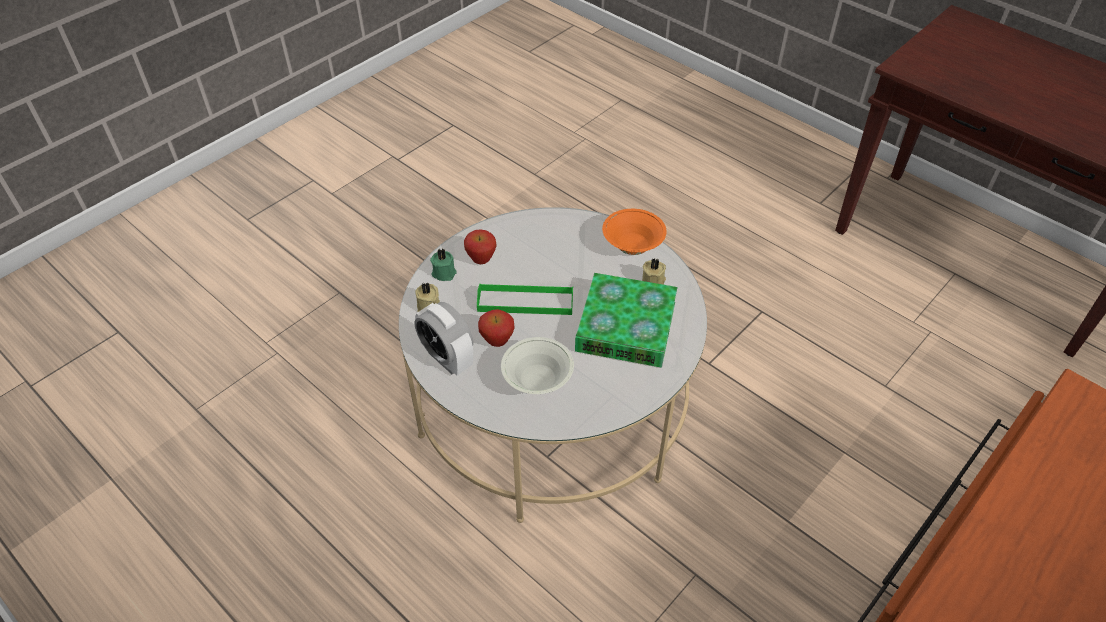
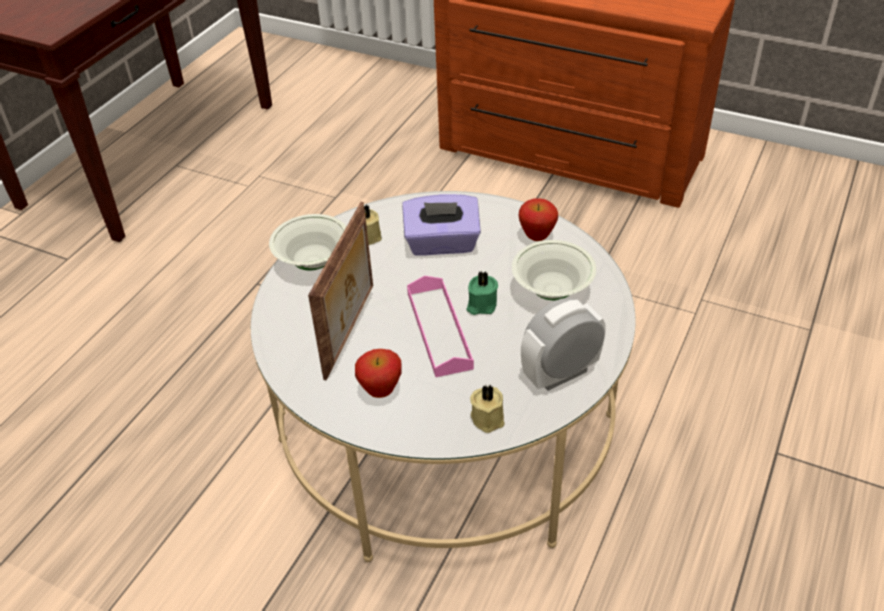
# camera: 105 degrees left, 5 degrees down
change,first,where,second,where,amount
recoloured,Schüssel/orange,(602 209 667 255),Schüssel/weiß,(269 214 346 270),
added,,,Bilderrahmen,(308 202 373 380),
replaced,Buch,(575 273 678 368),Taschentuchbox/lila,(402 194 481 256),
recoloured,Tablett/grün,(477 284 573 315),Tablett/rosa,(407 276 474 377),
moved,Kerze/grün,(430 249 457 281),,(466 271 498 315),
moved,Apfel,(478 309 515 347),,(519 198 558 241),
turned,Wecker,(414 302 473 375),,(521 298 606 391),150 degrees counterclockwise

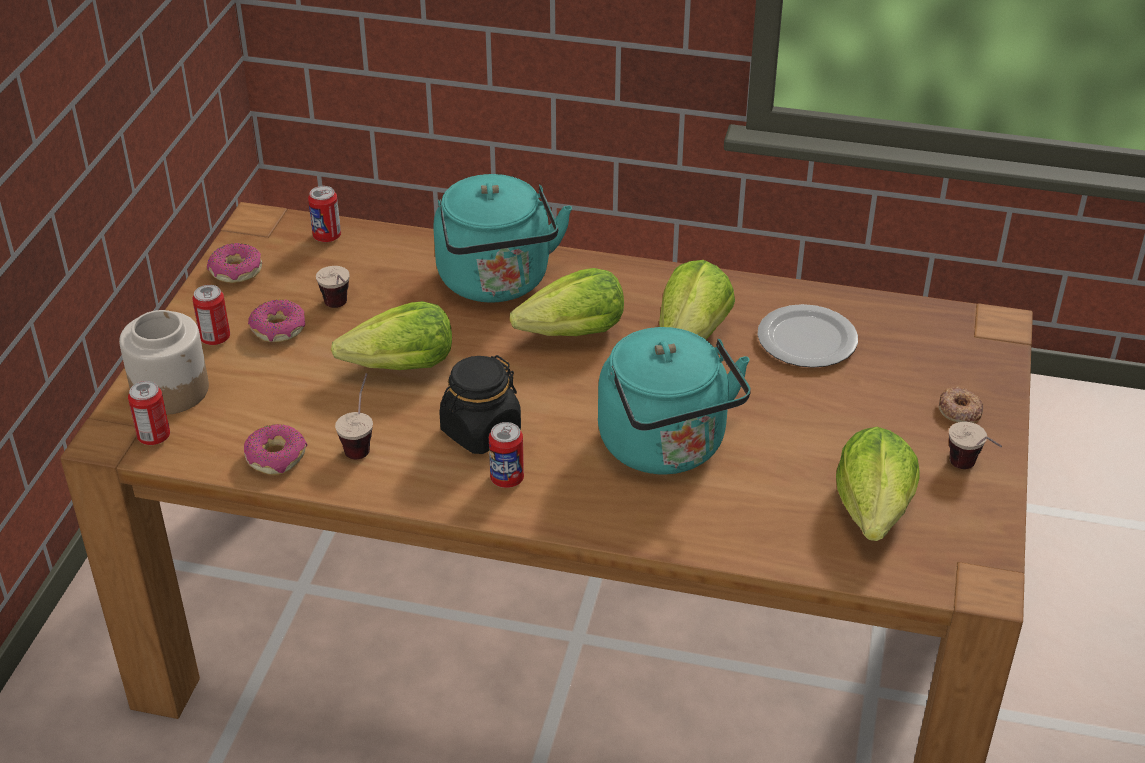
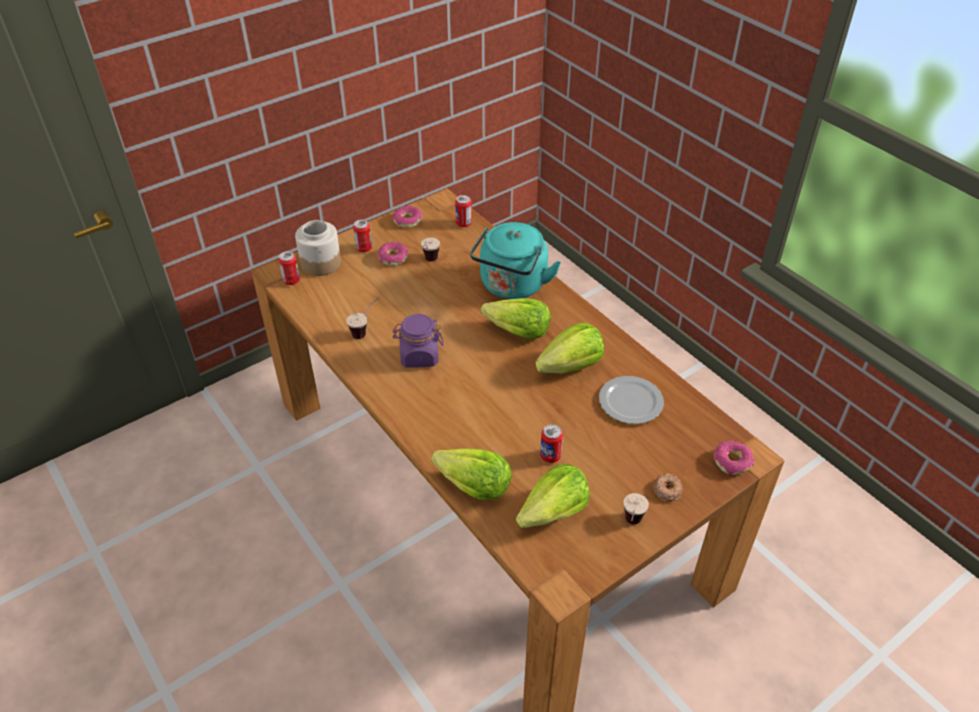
# camera: 40 degrees right, 5 degrees up
change,first,where,second,where,amount
recoloured,Vorratsglas/schwarz,(439 355 521 454),Vorratsglas/lila,(393 314 443 368),
moved,Salatkopf,(331 301 452 370),,(431 449 512 500),
moved,Dose,(489 422 524 488),,(540 424 563 463),
moved,Donut,(244 424 307 475),,(714 441 754 475),
removed,Wasserkessel/türkis,(598 327 751 474),,,

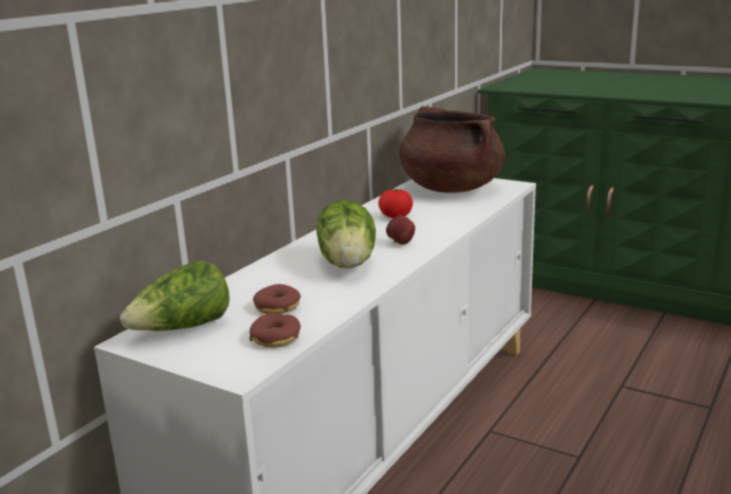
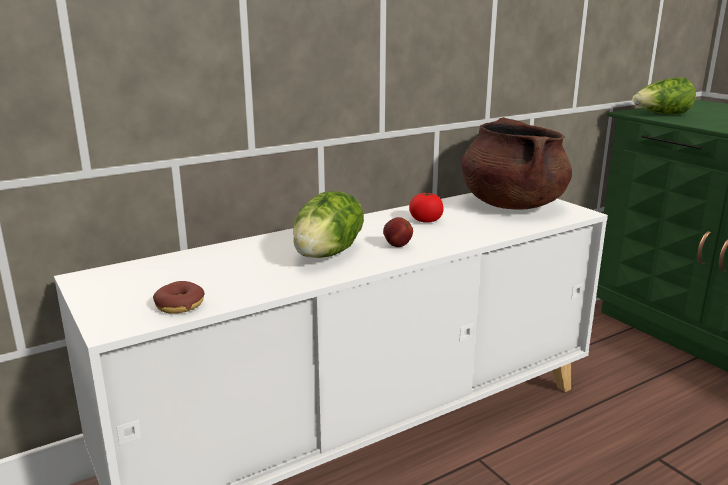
# camera: 25 degrees right, 0 degrees up
change,first,where,second,where,amount
moved,Salatkopf,(120 261 230 331),,(632 77 696 114),
removed,Donut,(253 284 301 314),,,

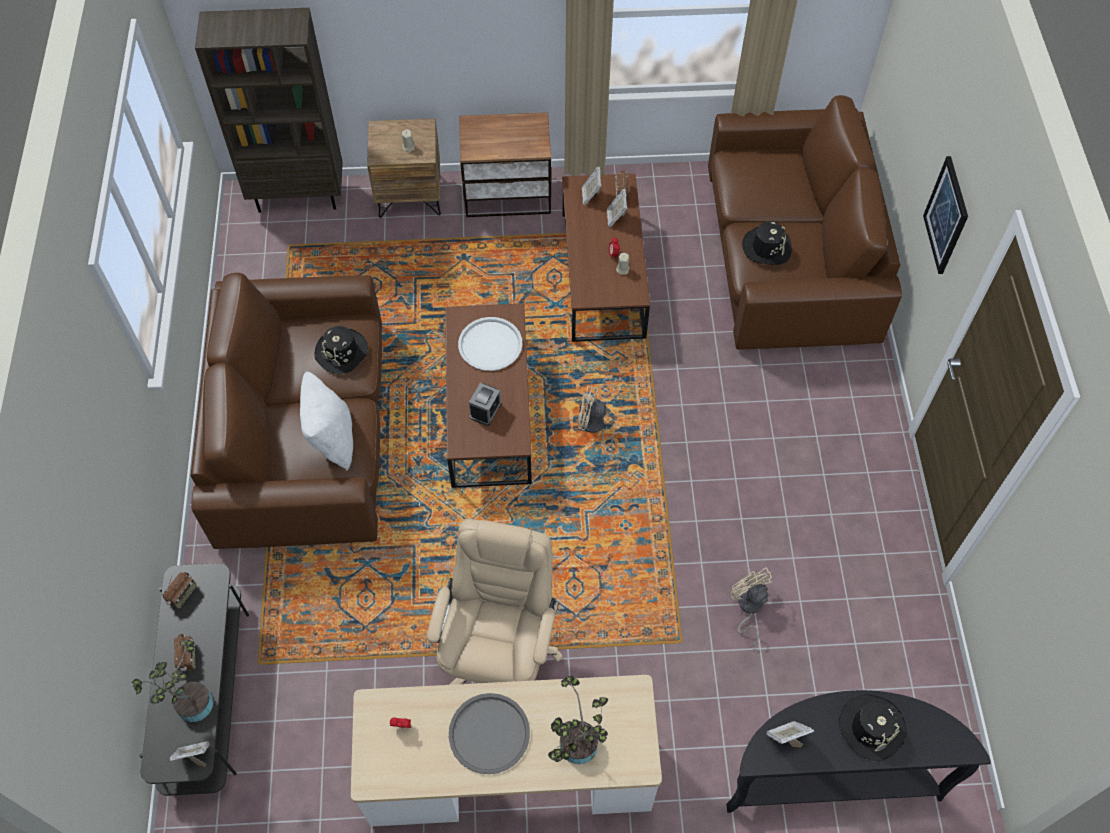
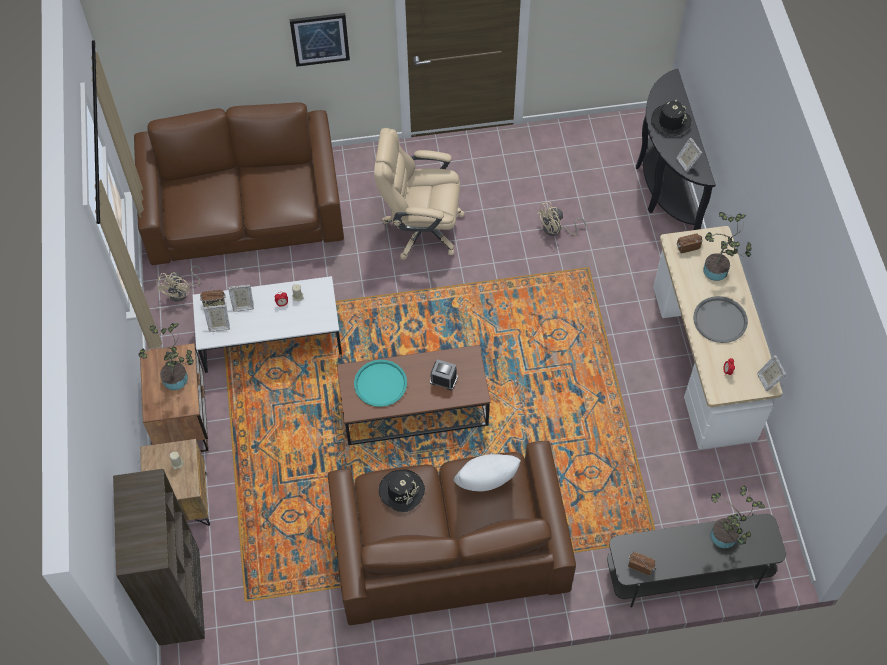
# camera: 95 degrees left, 0 degrees up
change,first,where,second,where,amount
added,,,Topfpflanze,(138 323 194 390),
moved,Ventilator/beige,(577 386 628 450),,(156 266 202 302),
recoloured,Couchtisch/braun,(562 174 650 342),Couchtisch/weiß,(193 276 342 373),
recoloured,Tablett/weiß,(458 317 523 371),Tablett/türkis,(354 360 407 407),
moved,Bürostuhl/beige,(427 519 563 685),,(374 128 465 260),
moved,Radio,(172 634 195 672),,(677 233 702 254),
moved,Bilderrahmen,(170 741 210 767),,(757 355 786 391),
removed,Hut/schwarz,(742 221 792 265),,,

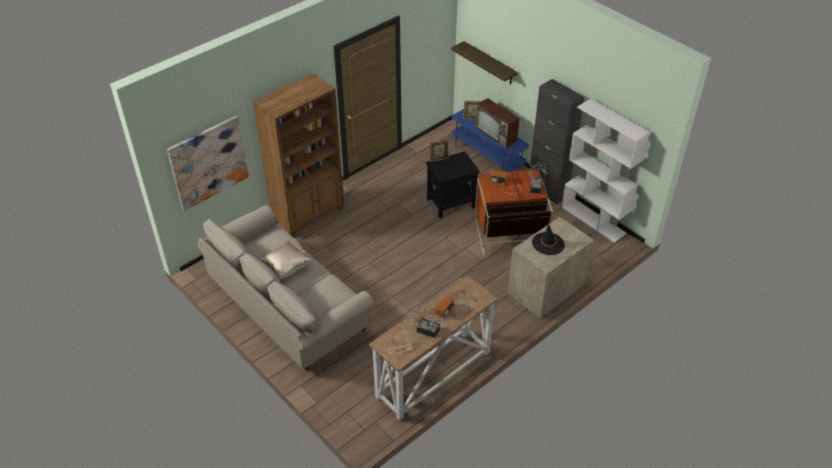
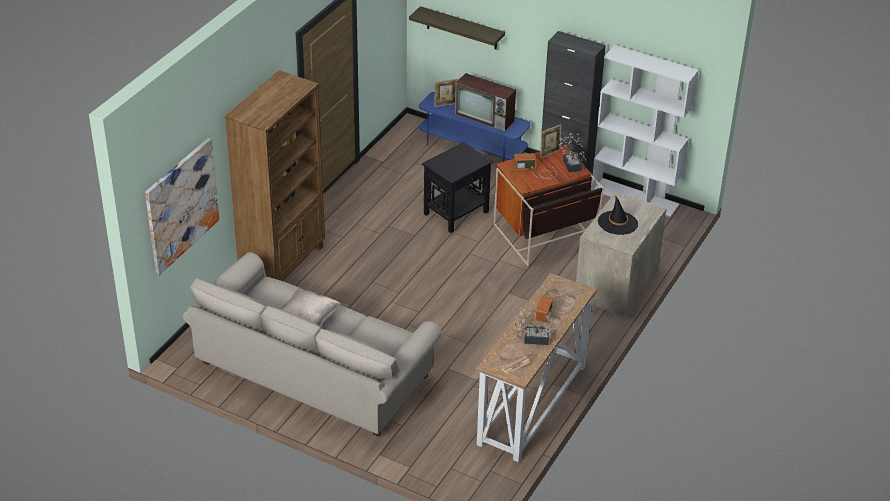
# camera: 20 degrees left, 5 degrees down
change,first,where,second,where,amount
moved,Bilderrahmen,(430 139 449 162),,(540 124 561 158),

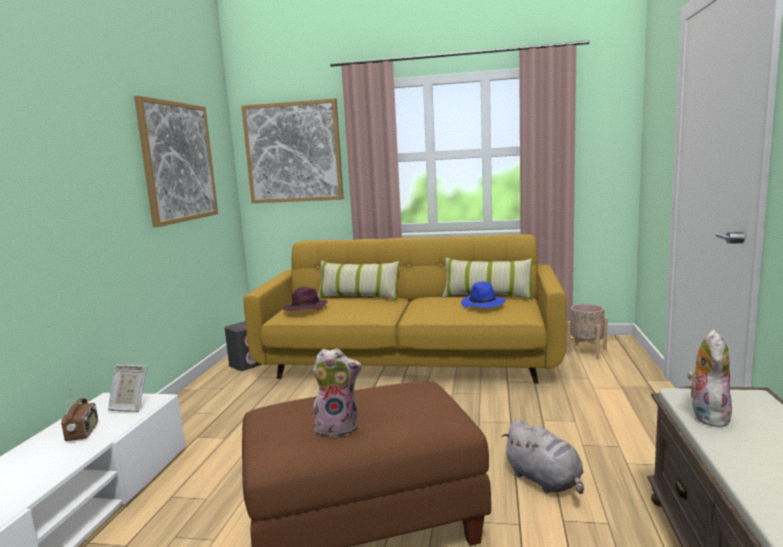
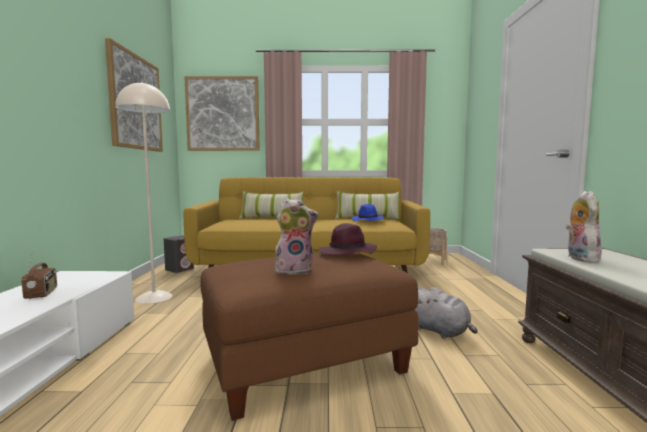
# camera: 10 degrees left, 5 degrees down
change,first,where,second,where,amount
added,,,Stehlampe/beige,(115 82 173 304),
moved,Hut/lila,(283 287 328 311),,(318 223 377 255),
removed,Bilderrahmen,(108 364 147 412),,,

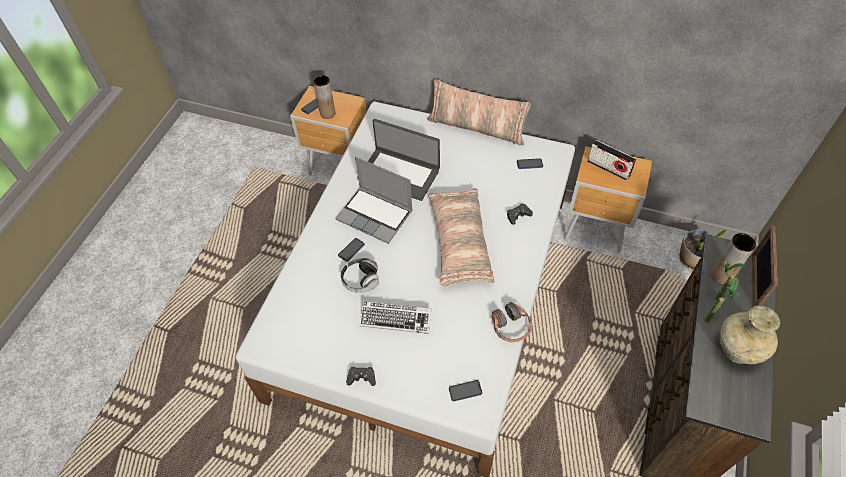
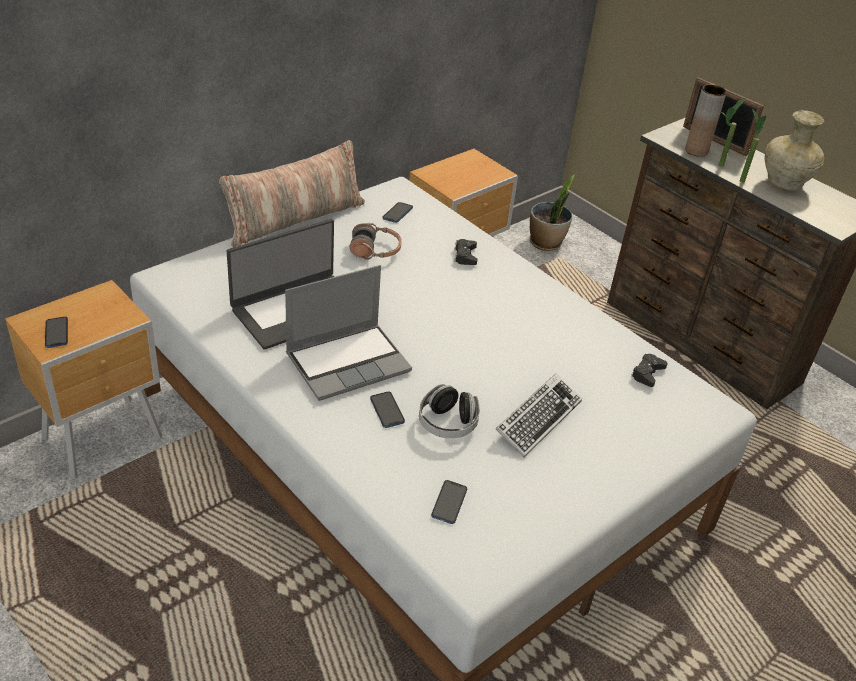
# camera: 65 degrees left, 15 degrees down
change,first,where,second,where,amount
moved,Kopfhörer,(491 302 532 342),,(350 223 402 260),
moved,Handy,(449 380 482 401),,(431 480 467 524),
moved,Gamepad/schwarz,(346 367 376 386),,(631 354 668 387),
removed,Vase/braun,(313 75 335 119),,,
removed,Kissen,(429 188 495 287),,,
removed,Radio,(587 140 636 181),,,

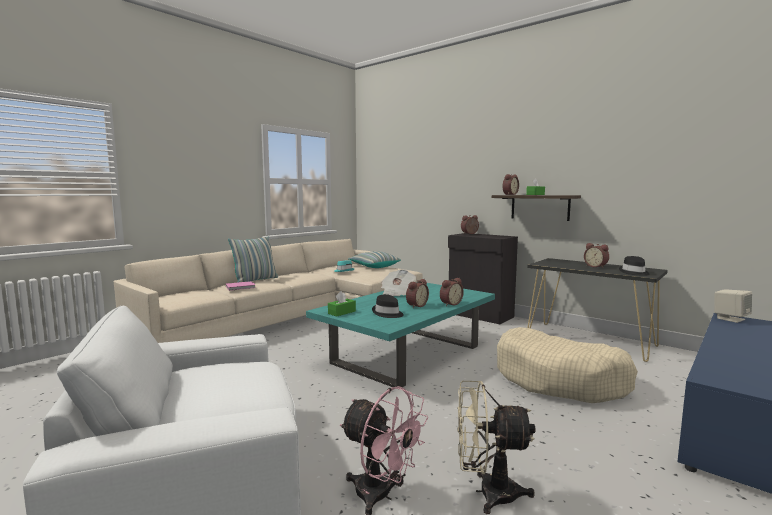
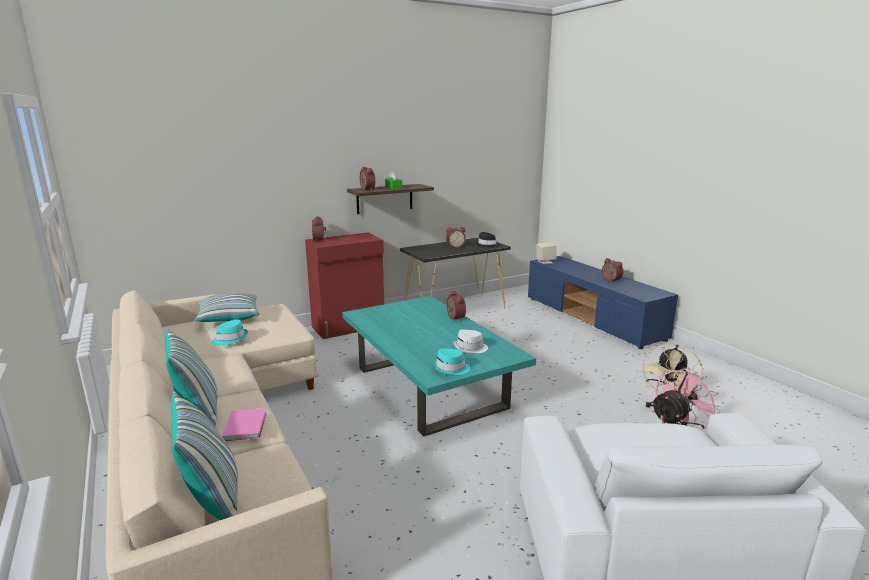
# camera: 70 degrees left, 10 degrees up
change,first,where,second,where,amount
added,,,Kissen,(171 391 238 520),
recoloured,Schrank/schwarz,(448 233 518 324),Schrank/rot,(305 233 384 339),
replaced,Taschentuchbox/grün,(328 291 356 316),Hut/türkis,(432 349 470 375),
recoloured,Hut/schwarz,(372 294 404 318),Hut/weiß,(453 330 488 354),
moved,Wecker,(406 279 429 308),,(602 258 623 283),
removed,Zeitung,(381 269 417 296),,,
removed,Hundebett/beige,(497 327 638 403),,,

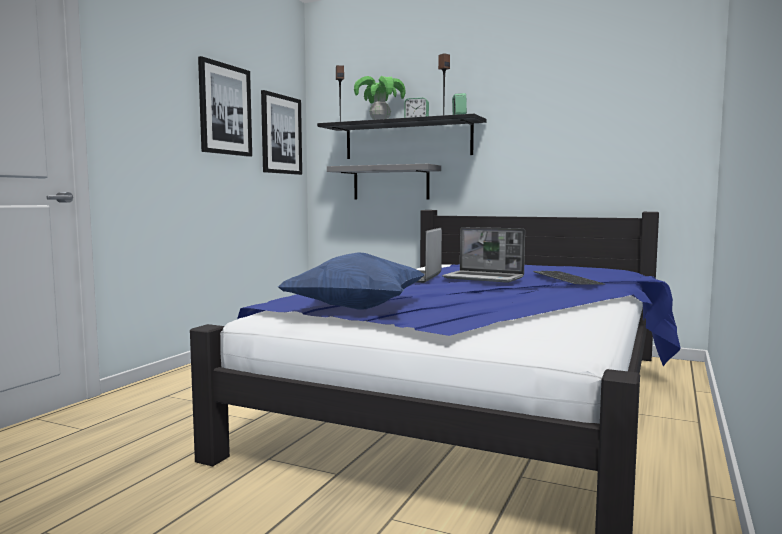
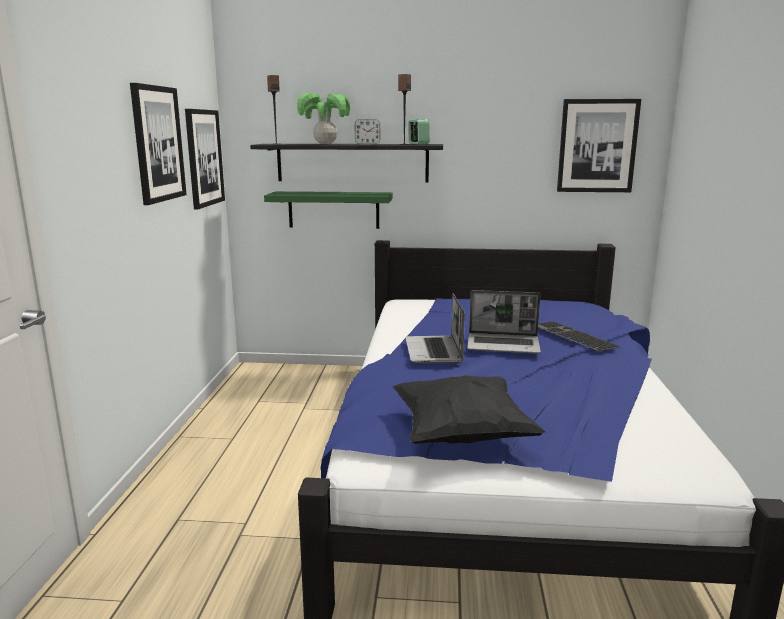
# camera: 20 degrees left, 10 degrees up
change,first,where,second,where,amount
recoloured,Wandregal/grau,(327 164 441 200),Wandregal/grün,(264 191 393 229),
recoloured,Kissen/blau,(278 252 425 310),Kissen/schwarz,(392 375 546 444),
added,,,Bild,(557 99 641 192),

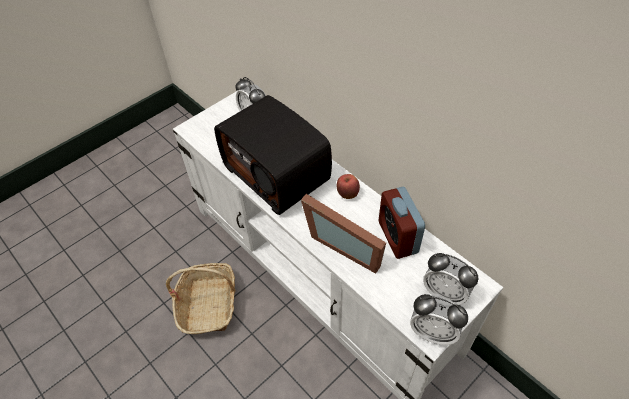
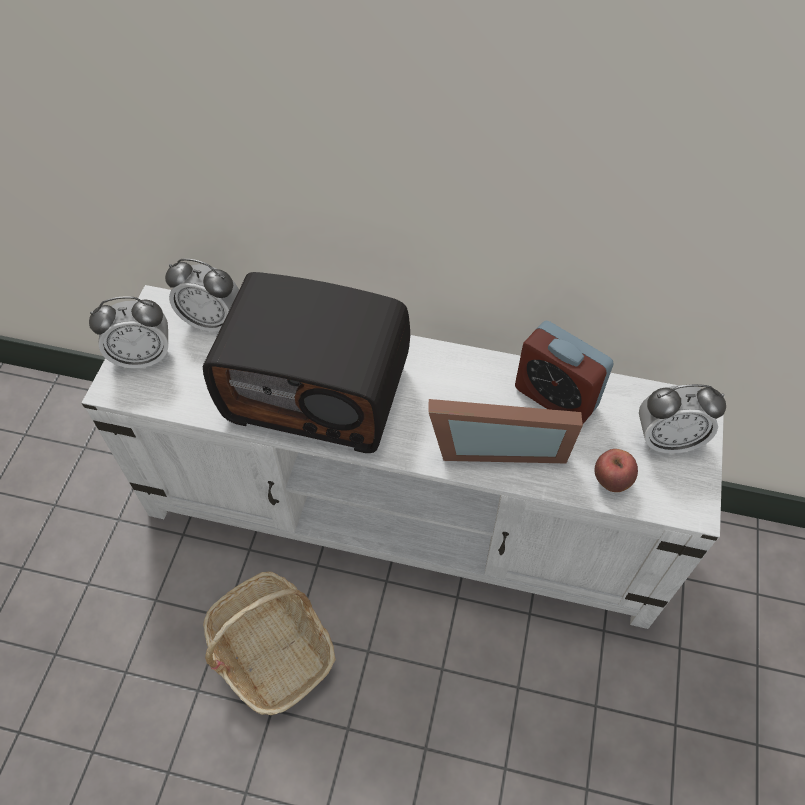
# camera: 35 degrees left, 5 degrees up
change,first,where,second,where,amount
moved,Wecker,(410 294 468 345),,(89 296 168 369),
moved,Apfel,(337 174 360 199),,(595 449 638 492),

